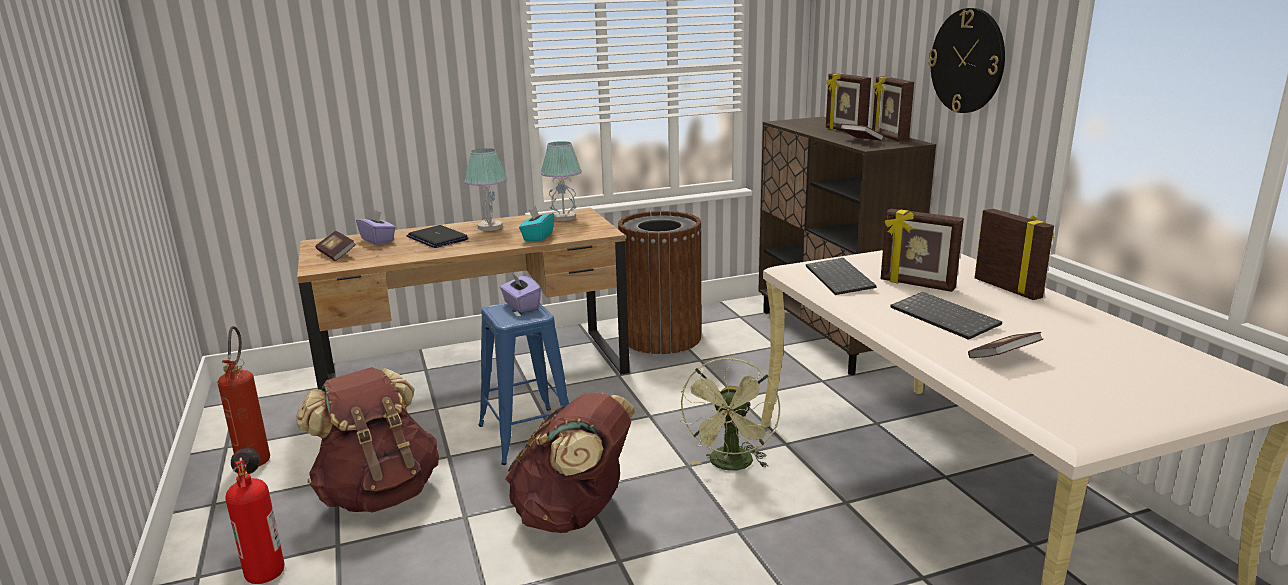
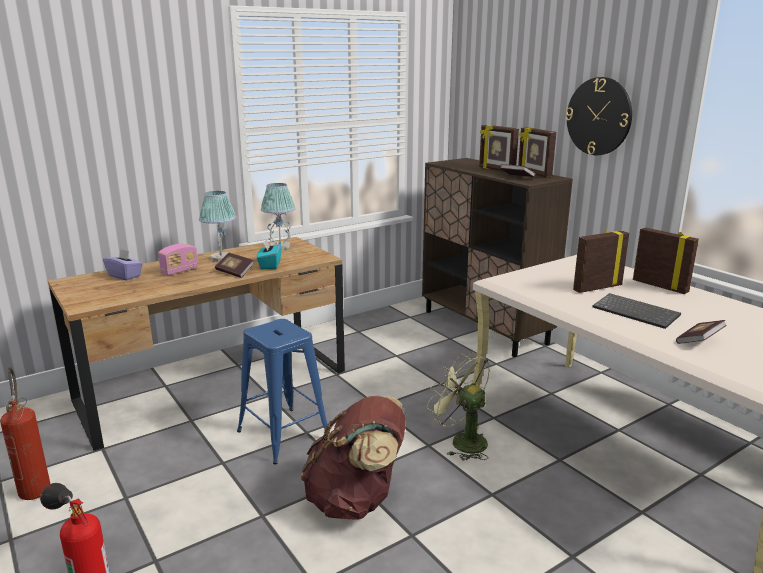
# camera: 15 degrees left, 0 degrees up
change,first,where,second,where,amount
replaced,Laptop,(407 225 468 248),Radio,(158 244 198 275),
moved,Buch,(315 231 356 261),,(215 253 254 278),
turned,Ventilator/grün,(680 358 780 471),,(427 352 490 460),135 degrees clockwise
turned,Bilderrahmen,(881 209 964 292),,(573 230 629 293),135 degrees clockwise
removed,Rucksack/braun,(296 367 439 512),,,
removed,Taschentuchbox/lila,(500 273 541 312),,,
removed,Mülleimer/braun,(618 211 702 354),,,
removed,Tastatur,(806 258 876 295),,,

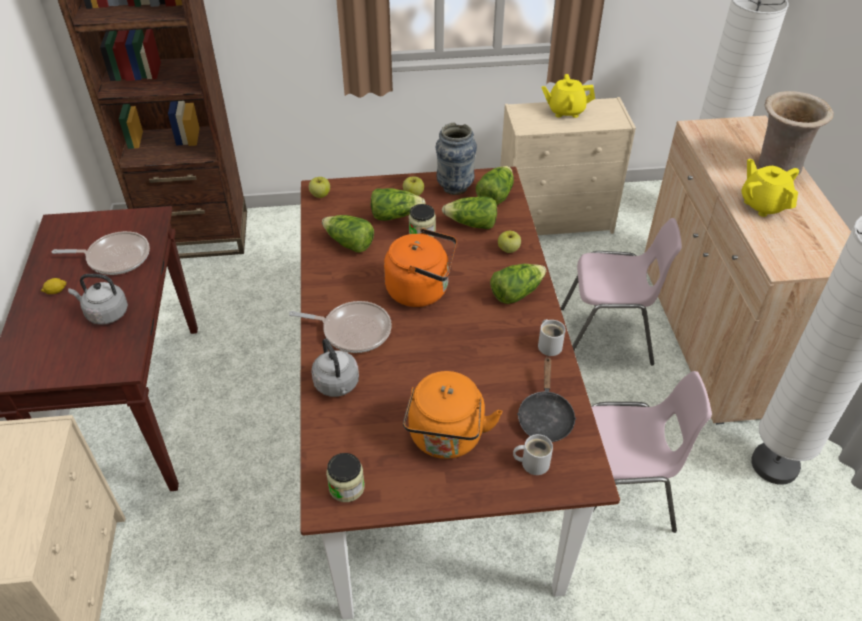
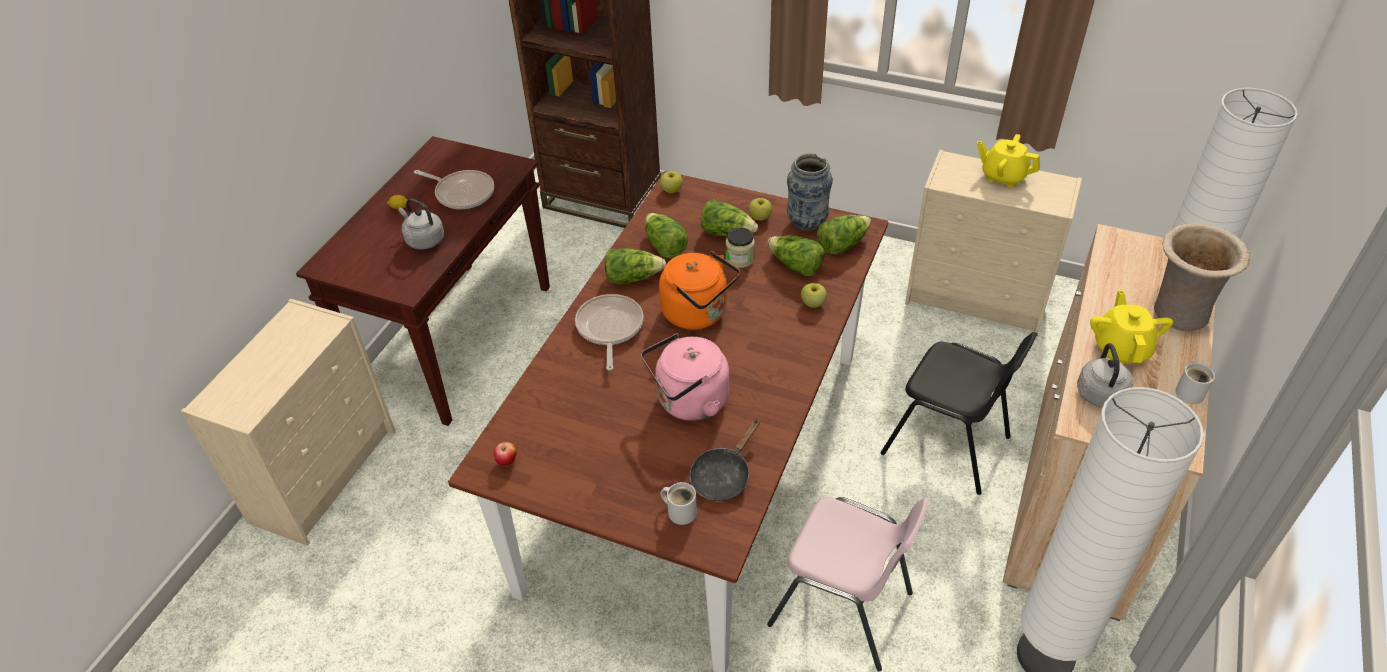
# camera: 30 degrees right, 0 degrees up
change,first,where,second,where,amount
replaced,Vorratsglas,(326 453 365 502),Apfel,(494 442 517 466),
turned,Pfanne,(289 301 392 353),,(575 294 644 371),135 degrees counterclockwise
moved,Salatkopf,(490 264 546 304),,(605 248 666 285),
added,,,Wasserkessel/rosa,(641 333 729 421),
recoloured,Stuhl/rosa,(560 218 682 365),Stuhl/schwarz,(881 332 1038 495),
moved,Wasserkessel/grau,(311 339 359 397),,(1077 343 1133 408),
moved,Henkelbecher/weiß,(538 319 566 356),,(1176 362 1215 404),
removed,Wasserkessel/orange,(403 371 502 459),,,

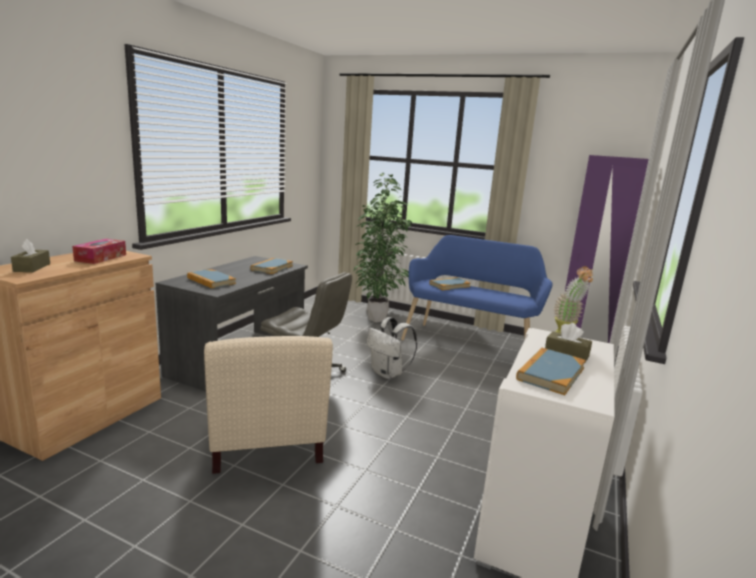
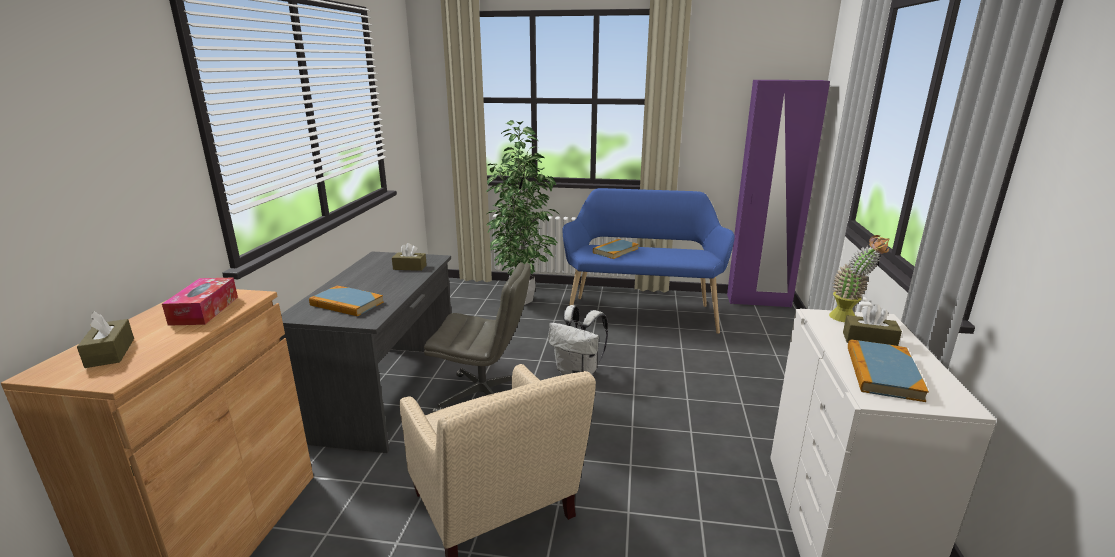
# camera: 15 degrees left, 5 degrees up
change,first,where,second,where,amount
replaced,Buch,(251 258 293 274),Taschentuchbox/braun,(392 243 427 271),

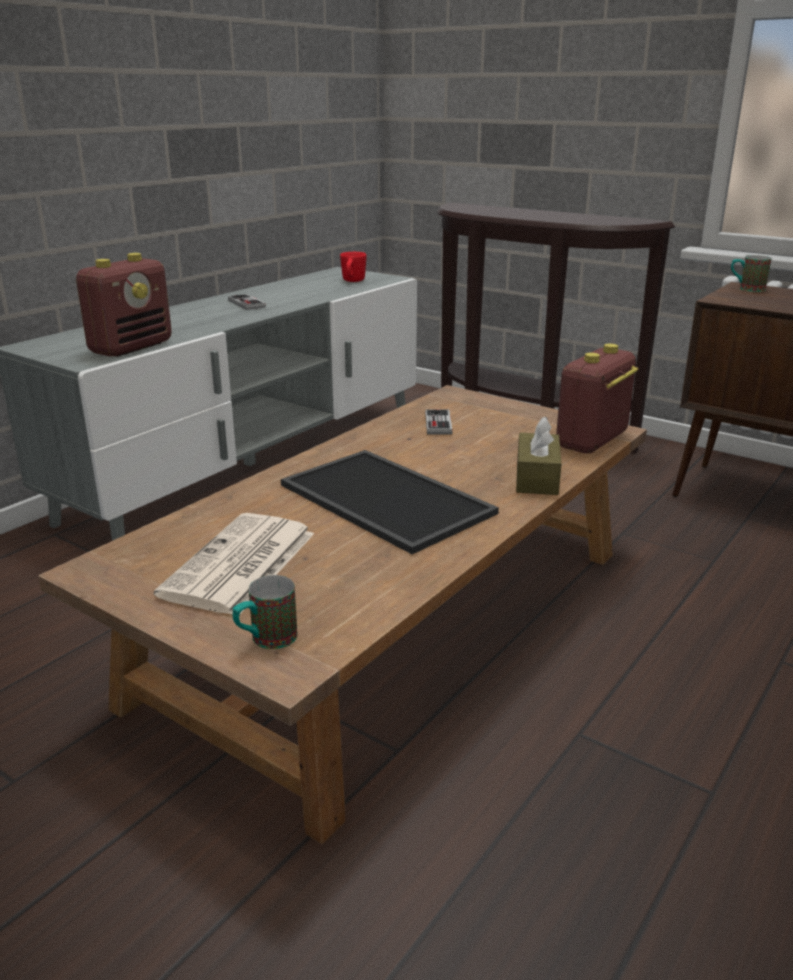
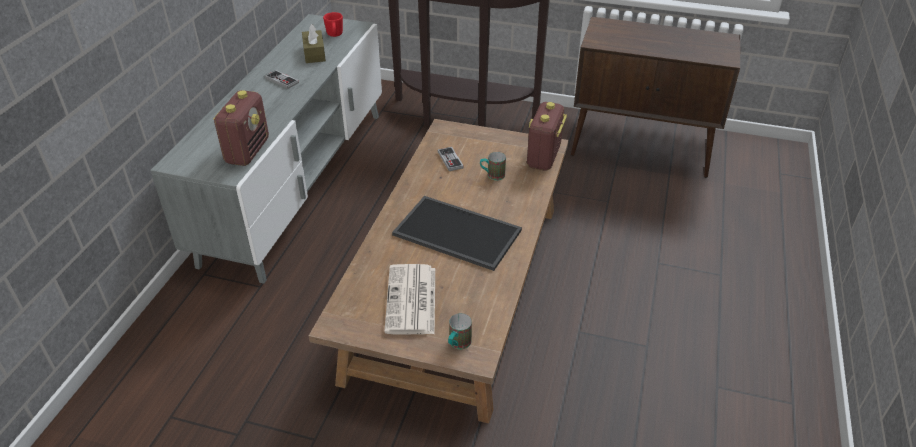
# camera: 20 degrees left, 15 degrees up
change,first,where,second,where,amount
moved,Taschentuchbox/braun,(516 417 561 495),,(302 24 326 63),
moved,Henkelbecher,(731 255 772 292),,(480 152 506 180),

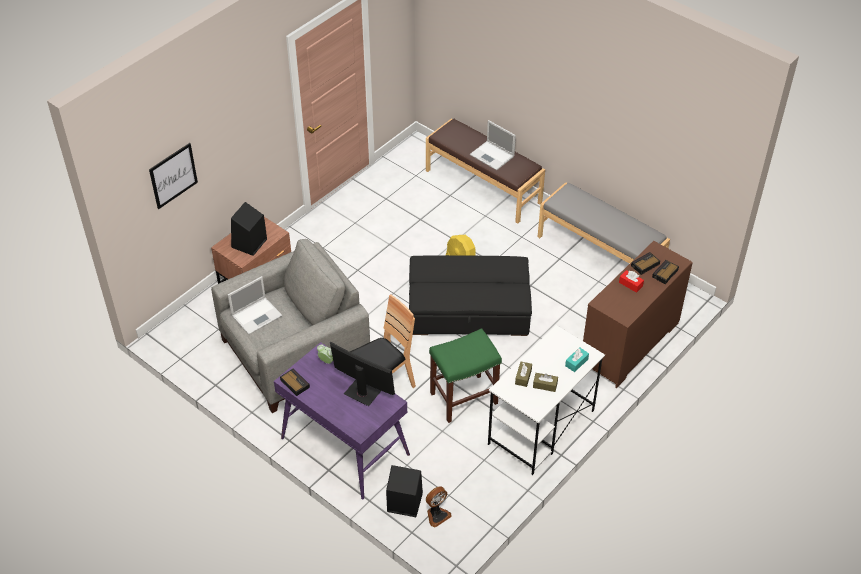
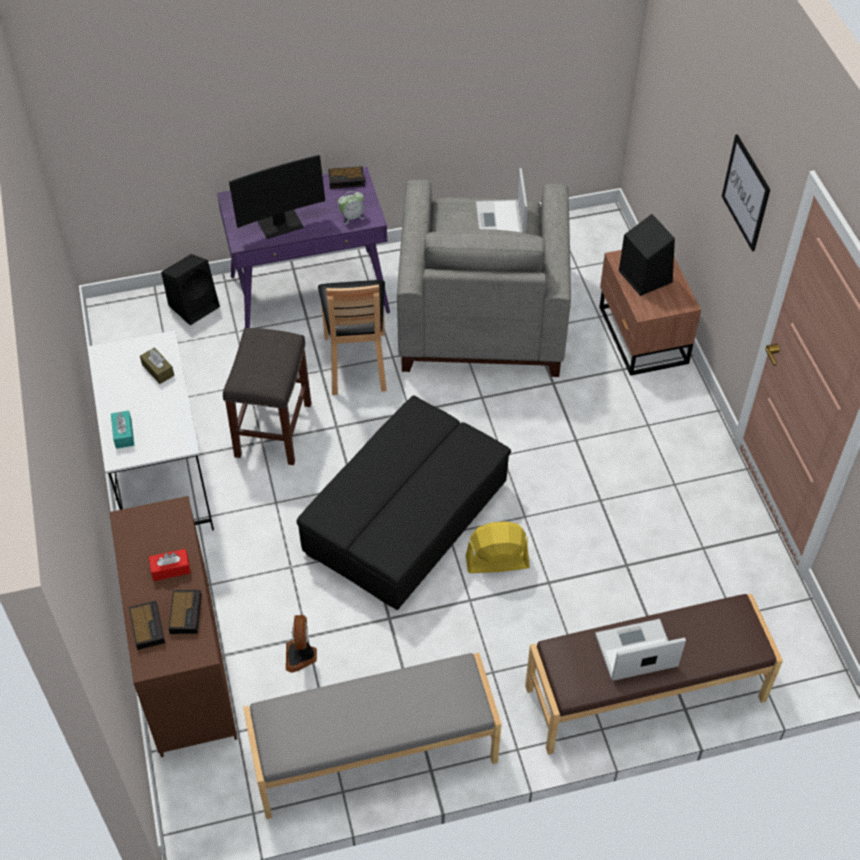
# camera: 125 degrees right, 5 degrees up
change,first,where,second,where,amount
recoloured,Hocker/grün,(429 328 502 423),Hocker/grau,(223 328 312 465),
moved,Ventilator,(426 486 452 528),,(286 615 317 673),
moved,Bild,(149 143 198 209),,(722 134 770 251),
removed,Taschentuchbox/braun,(533 373 558 392),,,

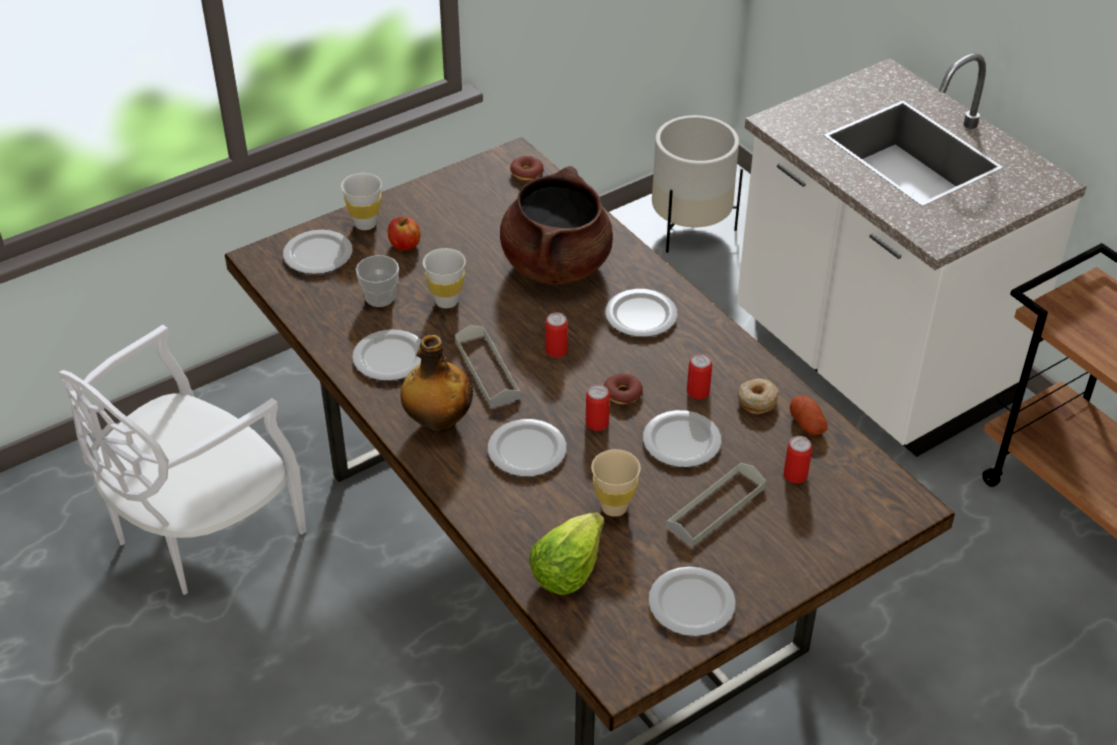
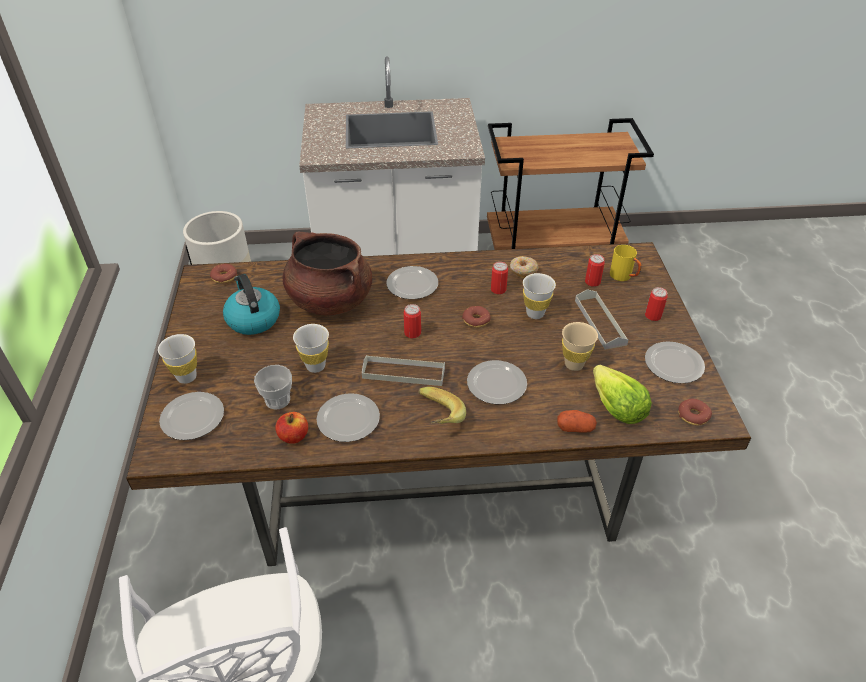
# camera: 60 degrees left, 0 degrees up
change,first,where,second,where,amount
added,,,Wasserkessel,(223 274 280 335),
moved,Apfel,(388 217 421 251),,(275 412 308 444),
replaced,Flasche,(401 335 473 433),Banane,(418 387 466 425),
replaced,Teller,(643 410 722 467),Tasse/weiß,(523 273 556 319),
moved,Kartoffel,(790 395 828 435),,(557 410 597 433),
added,,,Henkelbecher/gelb,(610 245 642 281),
moved,Dose,(586 384 610 431),,(645 287 668 321),
added,,,Donut,(678 398 712 426),

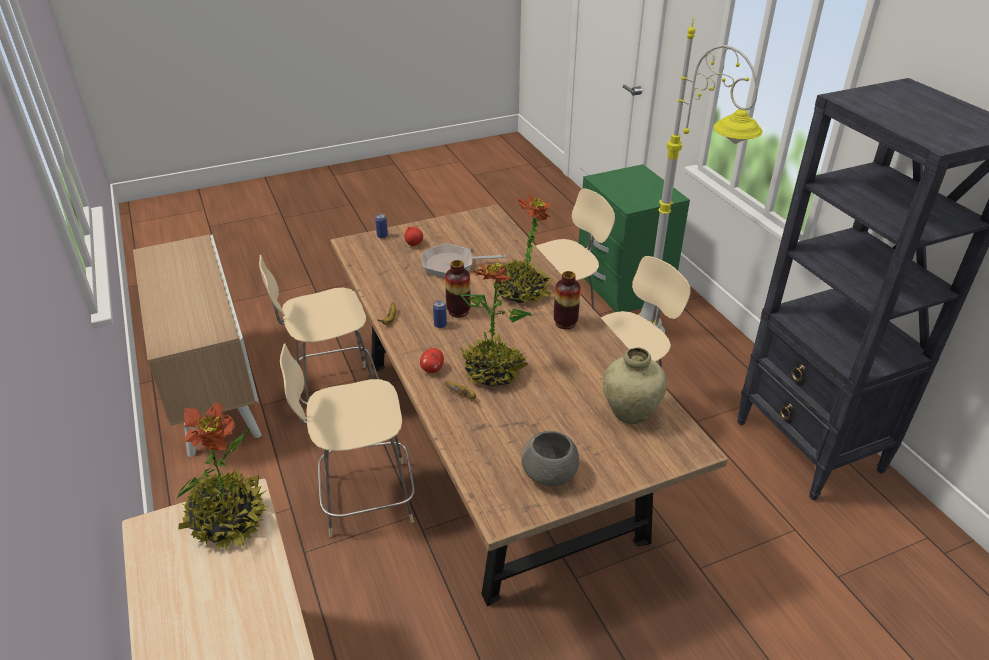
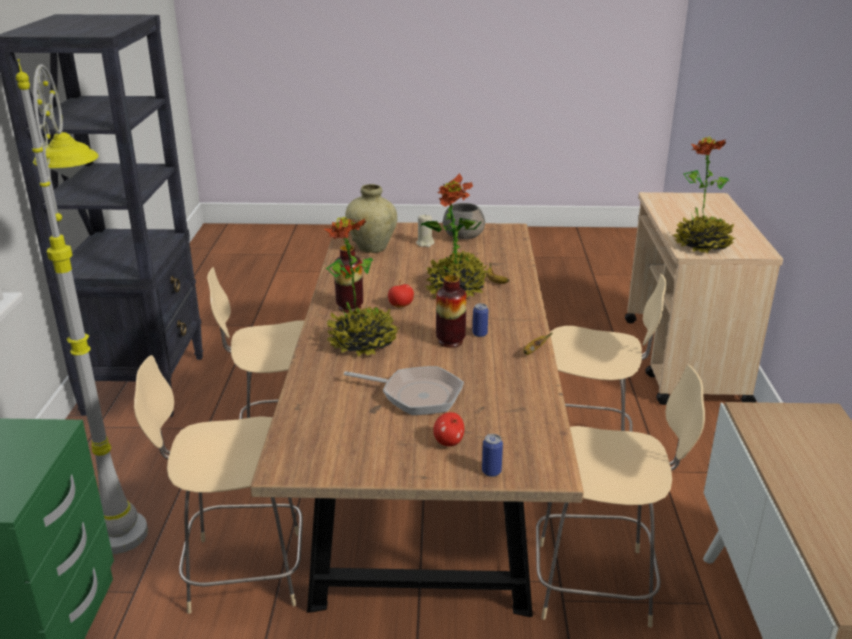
# camera: 155 degrees left, 10 degrees down
change,first,where,second,where,amount
moved,Apfel,(420 348 444 373),,(388 281 414 307),
added,,,Kerze/beige,(416 214 434 247),

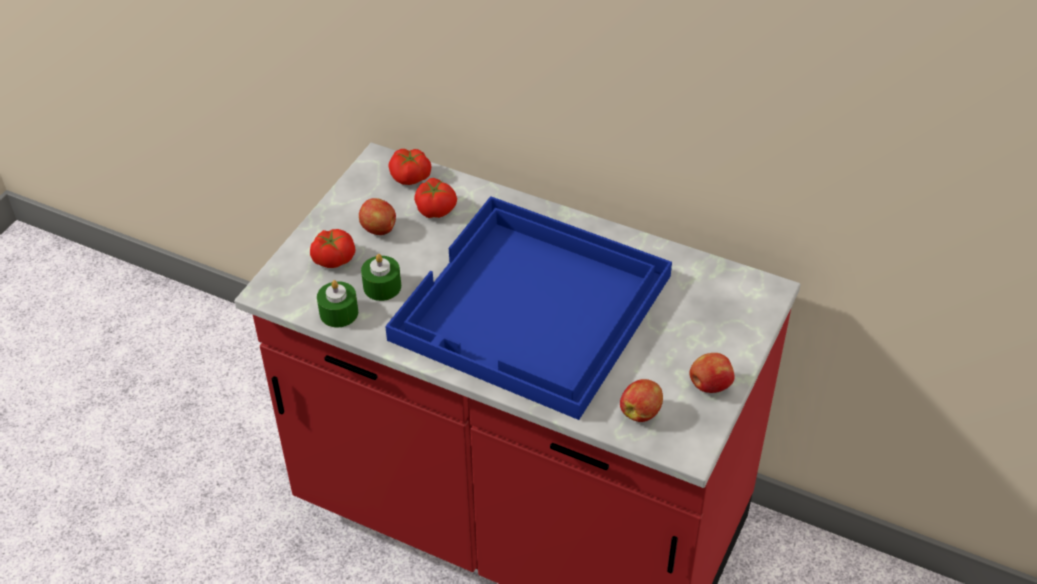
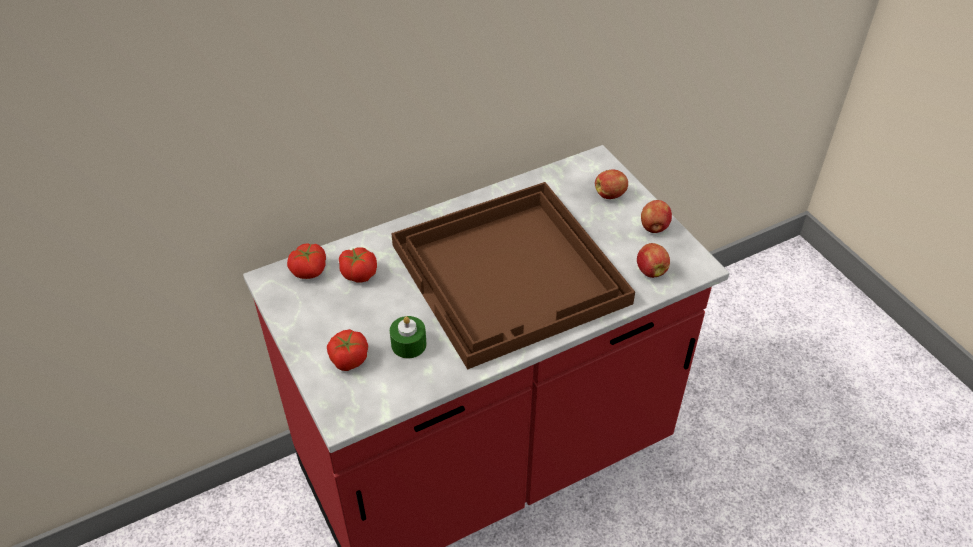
# camera: 55 degrees left, 0 degrees up
change,first,where,second,where,amount
recoloured,Tablett/blau,(385 196 672 420),Tablett/braun,(391 182 635 370),
moved,Apfel,(359 198 396 235),,(595 170 628 199),
removed,Kerze/grün,(317 280 358 327),,,

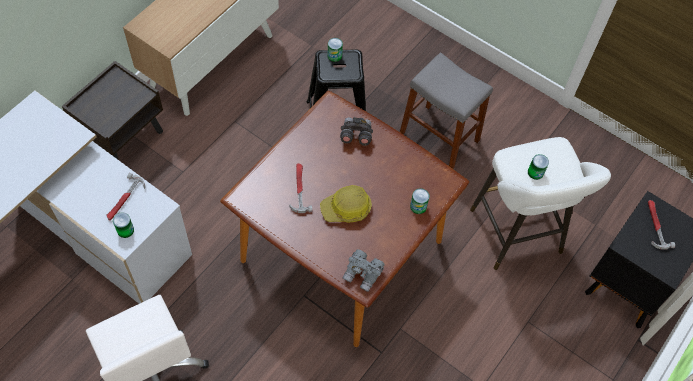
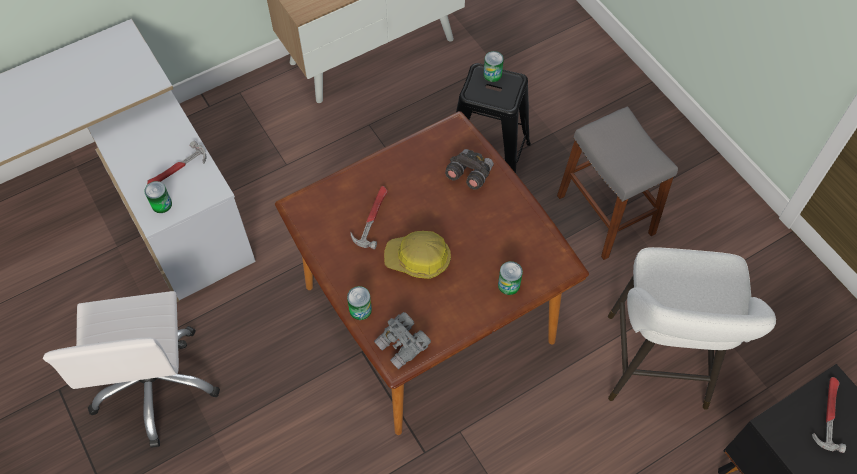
# camera: 25 degrees right, 0 degrees up
change,first,where,second,where,amount
moved,Dose,(528 154 549 180),,(347 286 372 320),
removed,Nachttisch/braun,(62 61 163 159),,,

